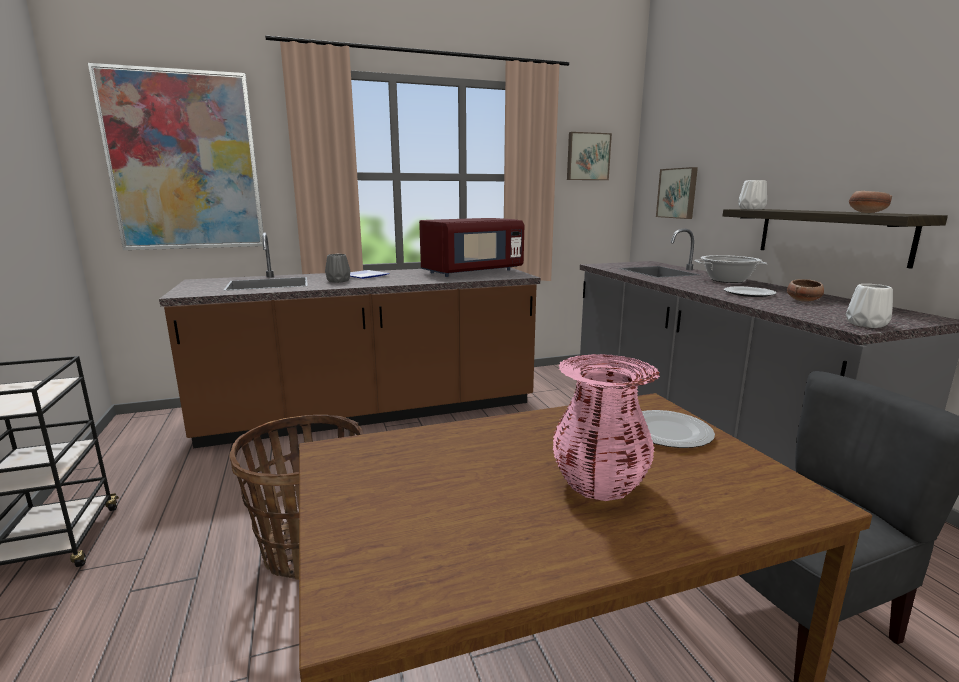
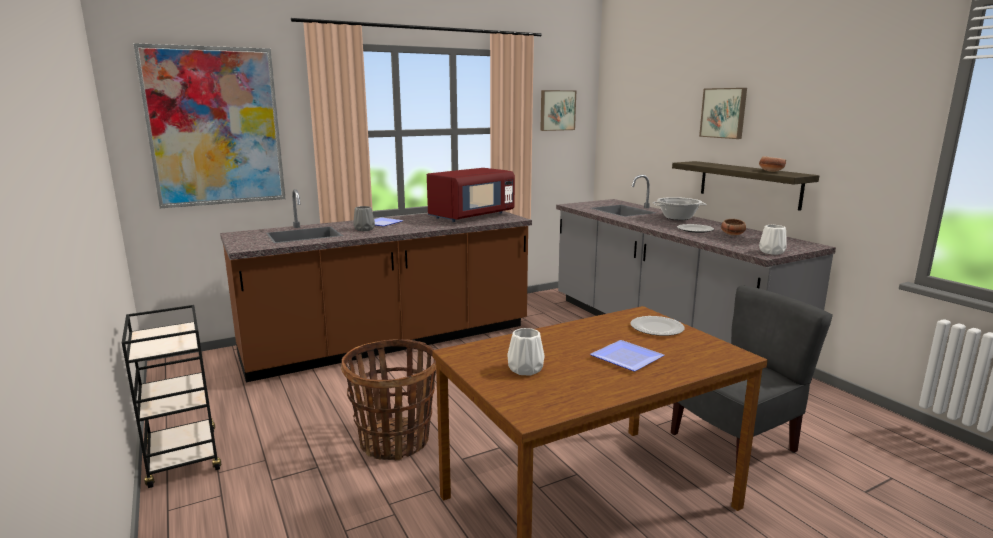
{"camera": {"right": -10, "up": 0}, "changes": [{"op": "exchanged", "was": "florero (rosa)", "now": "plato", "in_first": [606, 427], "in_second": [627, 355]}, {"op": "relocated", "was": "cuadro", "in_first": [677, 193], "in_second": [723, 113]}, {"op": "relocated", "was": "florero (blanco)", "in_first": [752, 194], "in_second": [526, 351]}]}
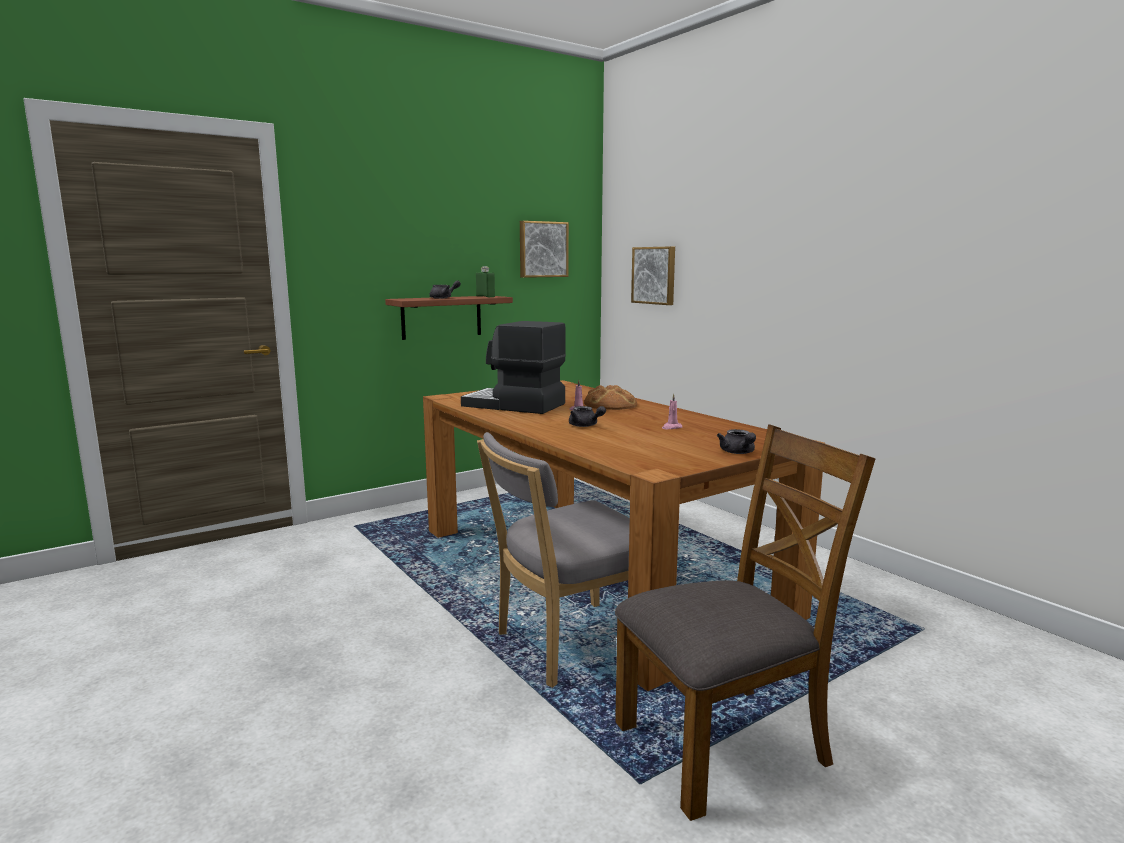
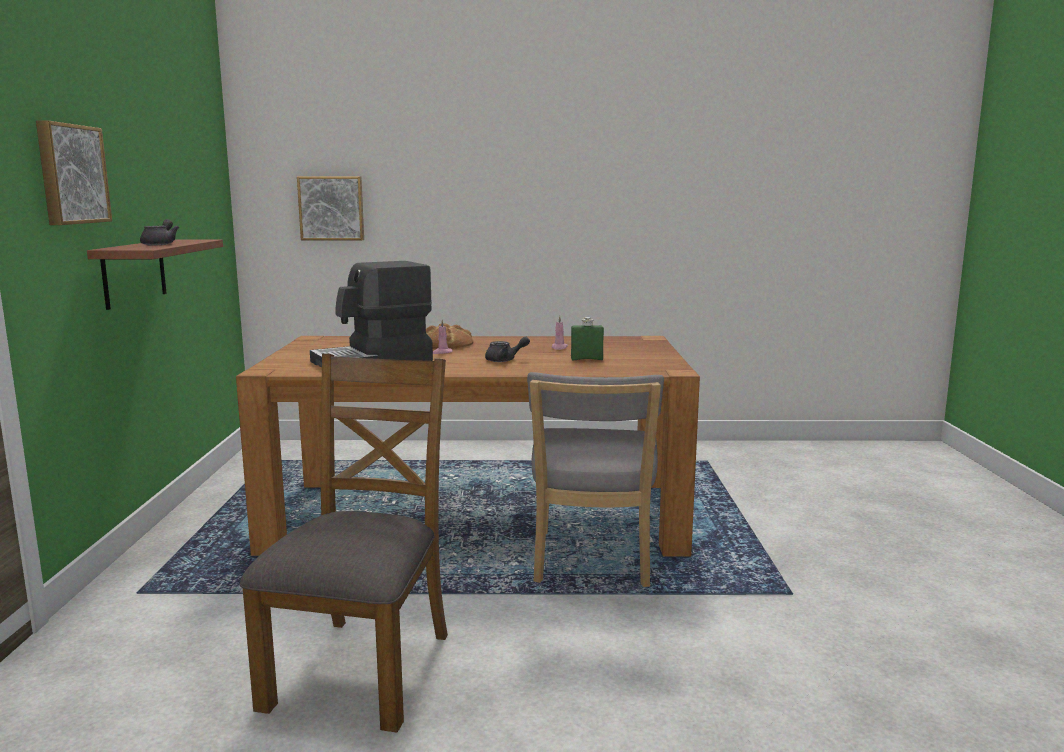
{"camera": {"right": -55, "up": 0}, "changes": [{"op": "relocated", "was": "botella (verde)", "in_first": [485, 281], "in_second": [587, 338]}, {"op": "relocated", "was": "cuadro", "in_first": [544, 249], "in_second": [74, 172]}, {"op": "relocated", "was": "silla (marrón)", "in_first": [745, 622], "in_second": [344, 542]}, {"op": "missing", "was": "tetera (gris)", "in_first": [736, 441]}]}
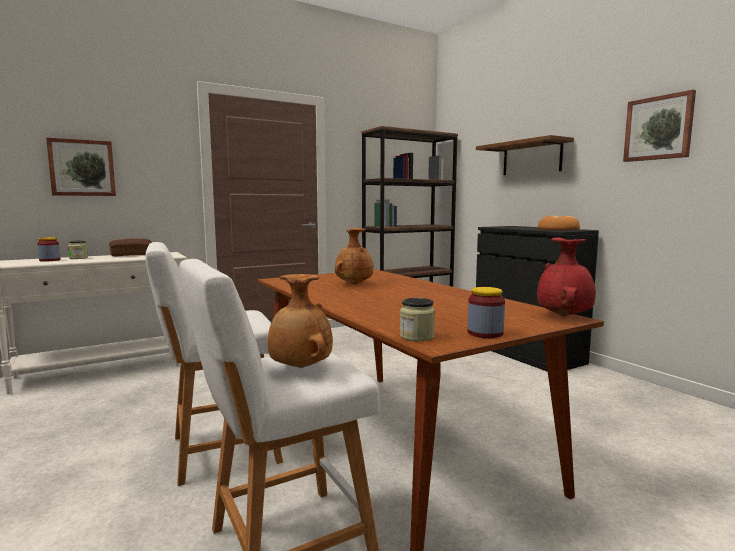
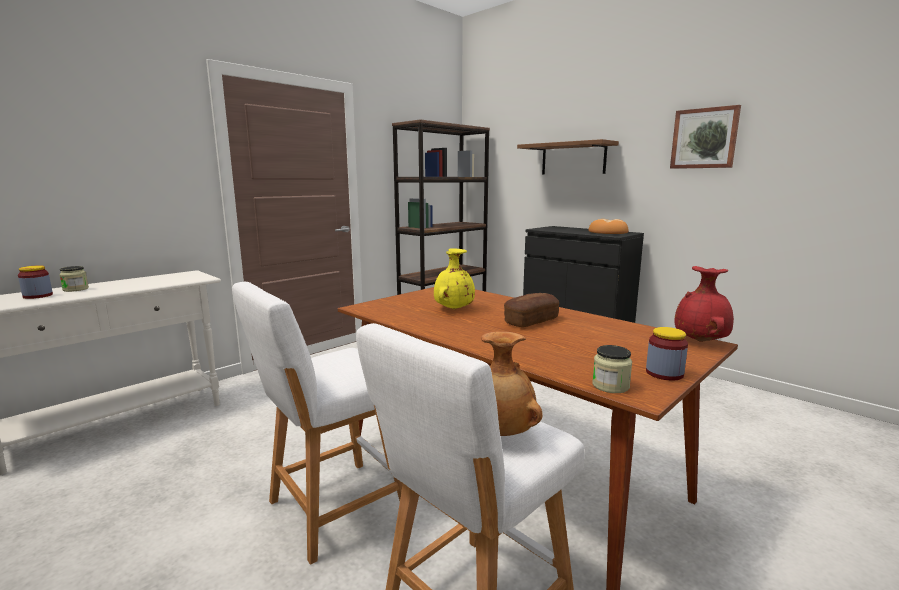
{"camera": {"right": -15, "up": 5}, "changes": [{"op": "missing", "was": "cuadro", "in_first": [81, 166]}, {"op": "relocated", "was": "pan", "in_first": [130, 247], "in_second": [531, 310]}, {"op": "colour", "was": "florero (marrón)", "now": "florero (amarillo)", "in_first": [354, 256], "in_second": [454, 278]}]}
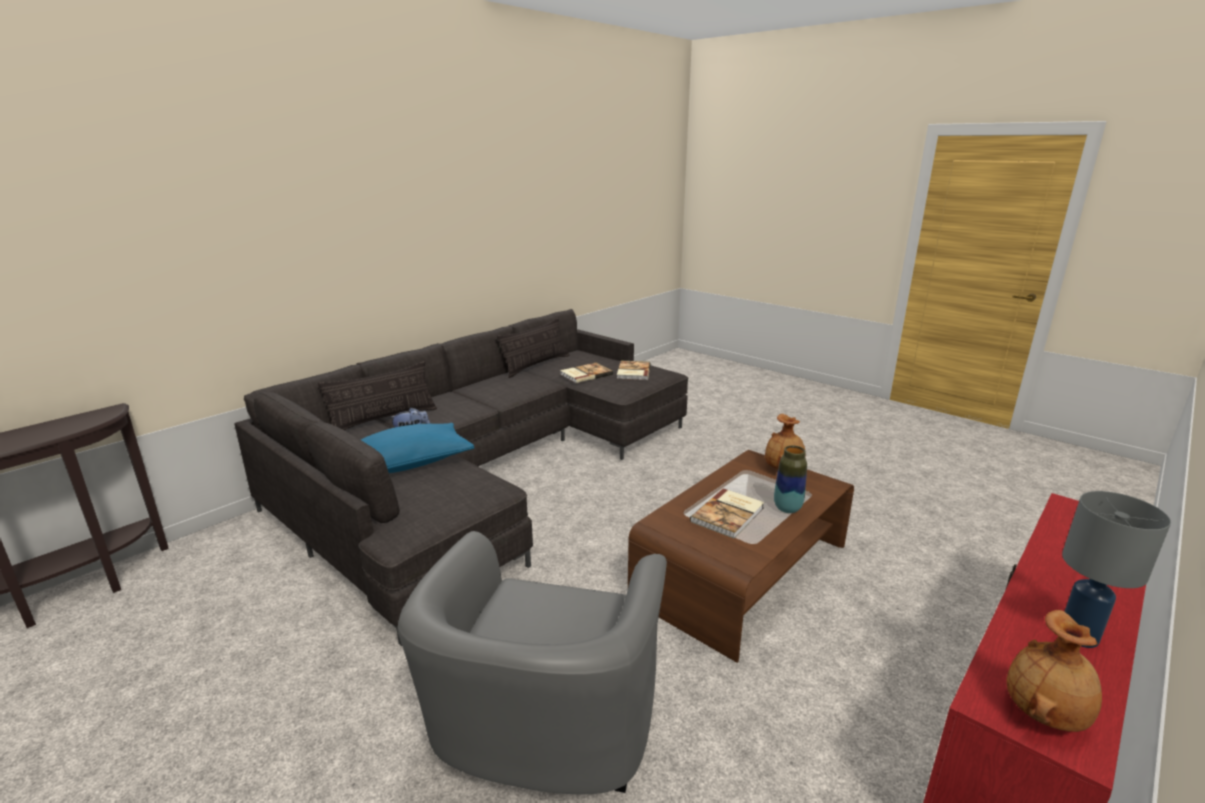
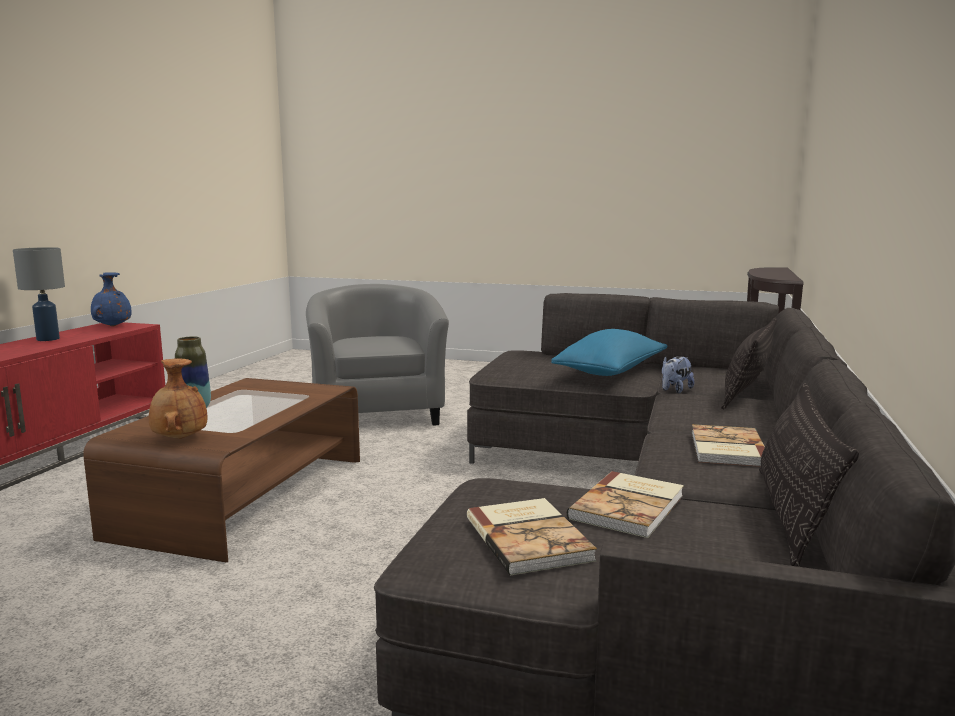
{"camera": {"right": 155, "up": -10}, "changes": [{"op": "relocated", "was": "libro", "in_first": [727, 513], "in_second": [728, 445]}, {"op": "colour", "was": "florero (marrón)", "now": "florero (azul)", "in_first": [1054, 671], "in_second": [111, 299]}]}
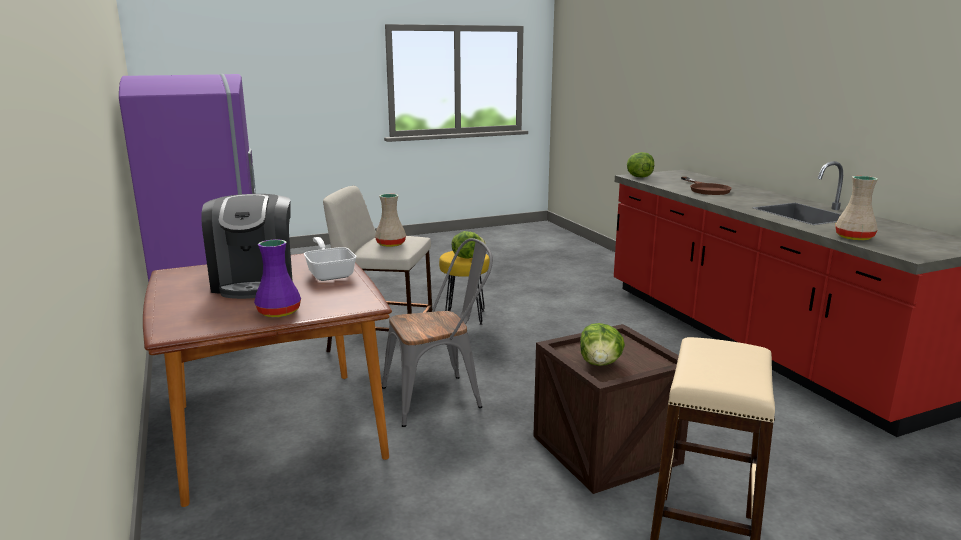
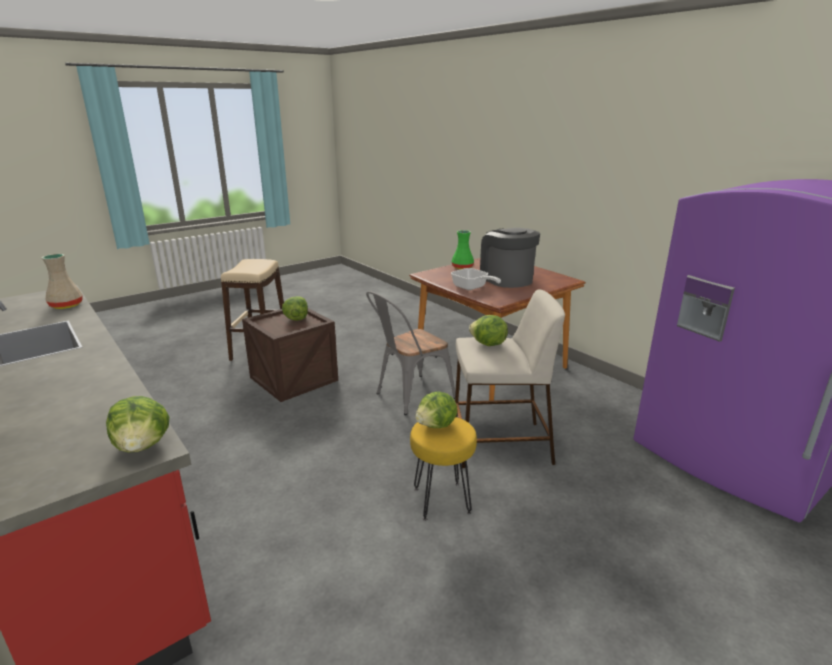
{"camera": {"right": 165, "up": 5}, "changes": [{"op": "colour", "was": "florero (morado)", "now": "florero (verde)", "in_first": [277, 278], "in_second": [463, 249]}, {"op": "exchanged", "was": "florero (beis)", "now": "lechuga", "in_first": [390, 220], "in_second": [488, 330]}, {"op": "missing", "was": "sartén (marrón)", "in_first": [706, 186]}]}
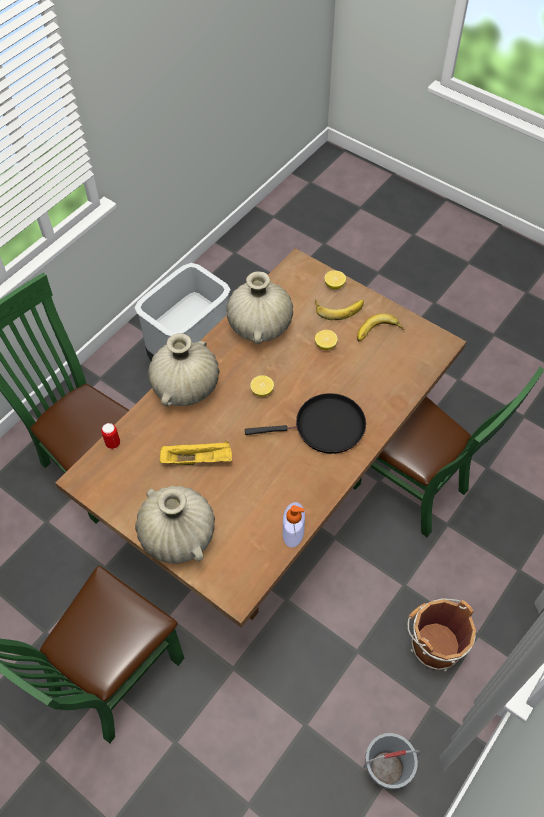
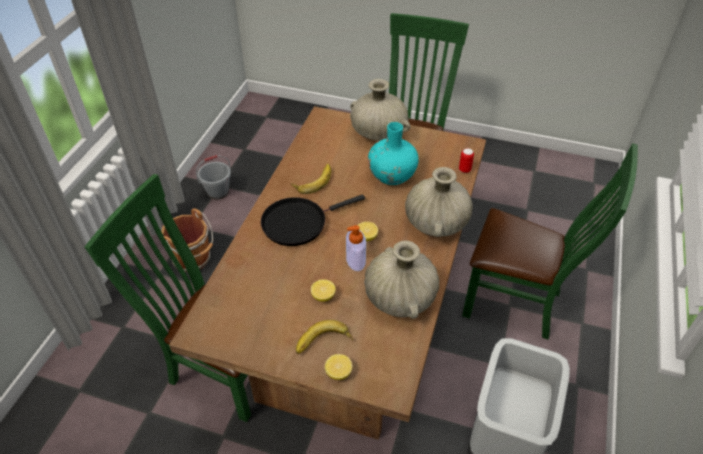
{"camera": {"right": 160, "up": -10}, "changes": [{"op": "exchanged", "was": "bandeja (amarillo)", "now": "florero (turquesa)", "in_first": [196, 453], "in_second": [393, 153]}, {"op": "relocated", "was": "dispensador de jabón", "in_first": [294, 525], "in_second": [356, 248]}, {"op": "relocated", "was": "plátano", "in_first": [380, 327], "in_second": [311, 179]}]}
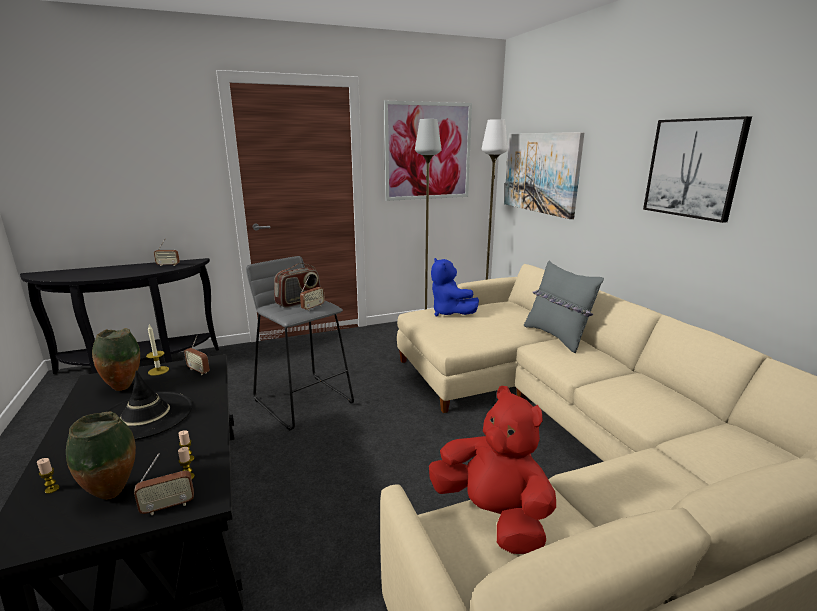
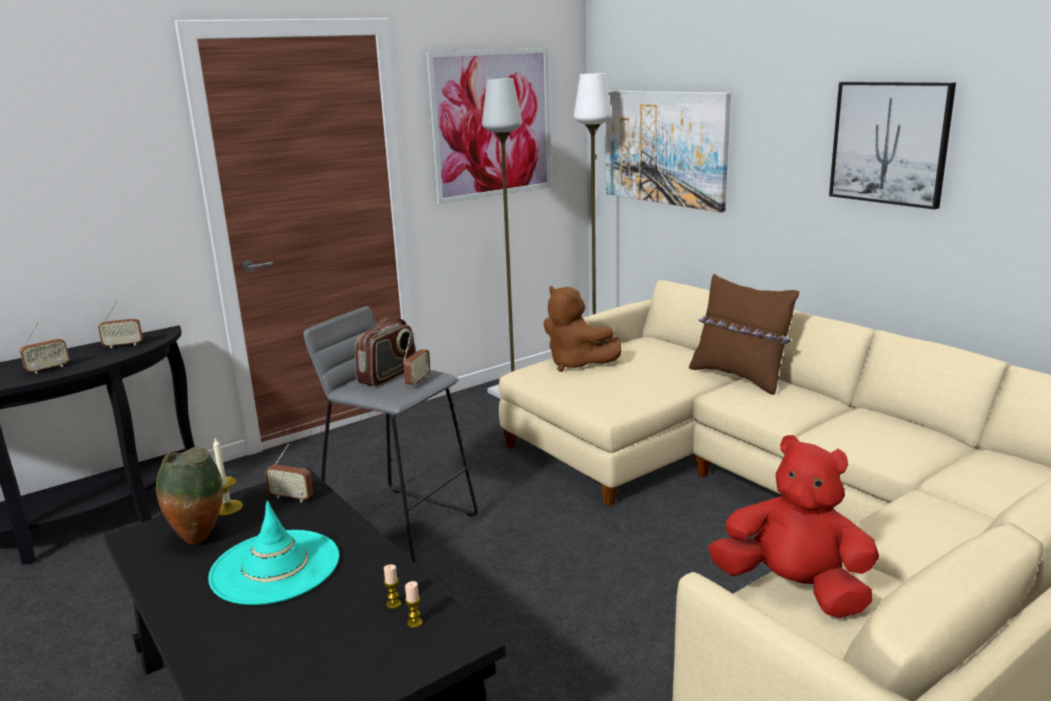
{"camera": {"right": -15, "up": 0}, "changes": [{"op": "missing", "was": "vela", "in_first": [48, 476]}, {"op": "missing", "was": "florero", "in_first": [101, 456]}, {"op": "colour", "was": "sombrero (negro)", "now": "sombrero (turquesa)", "in_first": [149, 405], "in_second": [273, 553]}, {"op": "relocated", "was": "radio", "in_first": [164, 484], "in_second": [45, 348]}, {"op": "colour", "was": "peluche (azul)", "now": "peluche (marrón)", "in_first": [455, 287], "in_second": [582, 329]}, {"op": "colour", "was": "cojín (gris)", "now": "cojín (marrón)", "in_first": [564, 306], "in_second": [744, 334]}]}
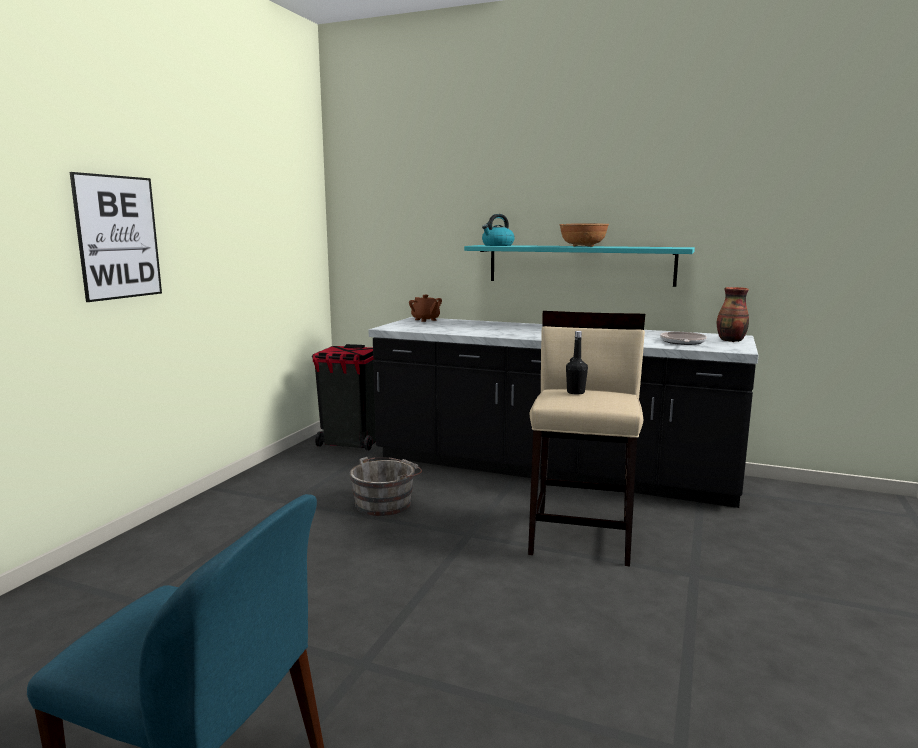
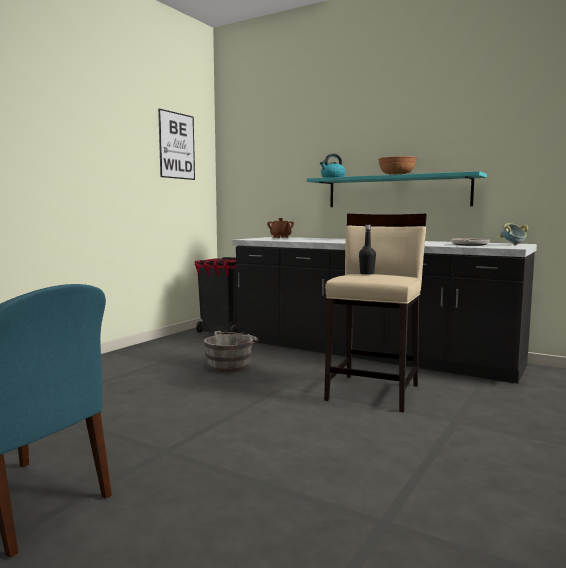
{"camera": {"right": 10, "up": -5}, "changes": [{"op": "relocated", "was": "cuadro", "in_first": [116, 237], "in_second": [176, 144]}, {"op": "exchanged", "was": "florero", "now": "cuenco", "in_first": [733, 314], "in_second": [514, 234]}]}
